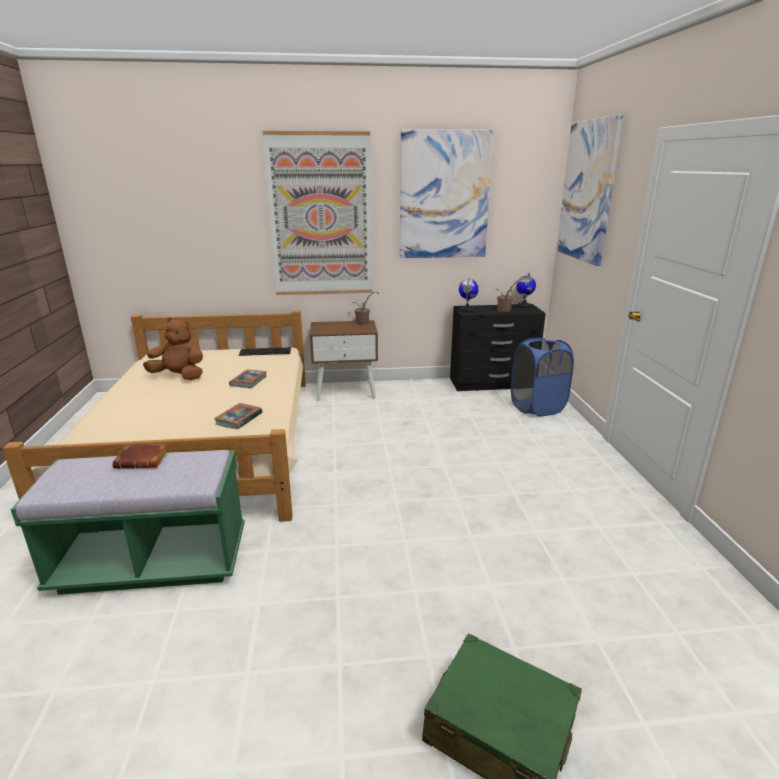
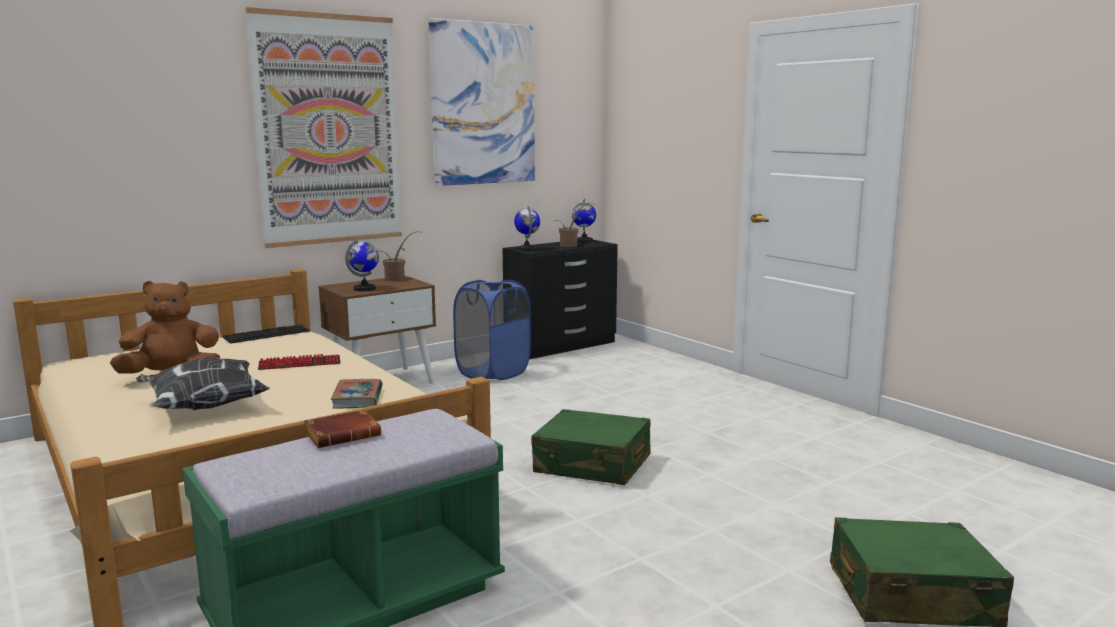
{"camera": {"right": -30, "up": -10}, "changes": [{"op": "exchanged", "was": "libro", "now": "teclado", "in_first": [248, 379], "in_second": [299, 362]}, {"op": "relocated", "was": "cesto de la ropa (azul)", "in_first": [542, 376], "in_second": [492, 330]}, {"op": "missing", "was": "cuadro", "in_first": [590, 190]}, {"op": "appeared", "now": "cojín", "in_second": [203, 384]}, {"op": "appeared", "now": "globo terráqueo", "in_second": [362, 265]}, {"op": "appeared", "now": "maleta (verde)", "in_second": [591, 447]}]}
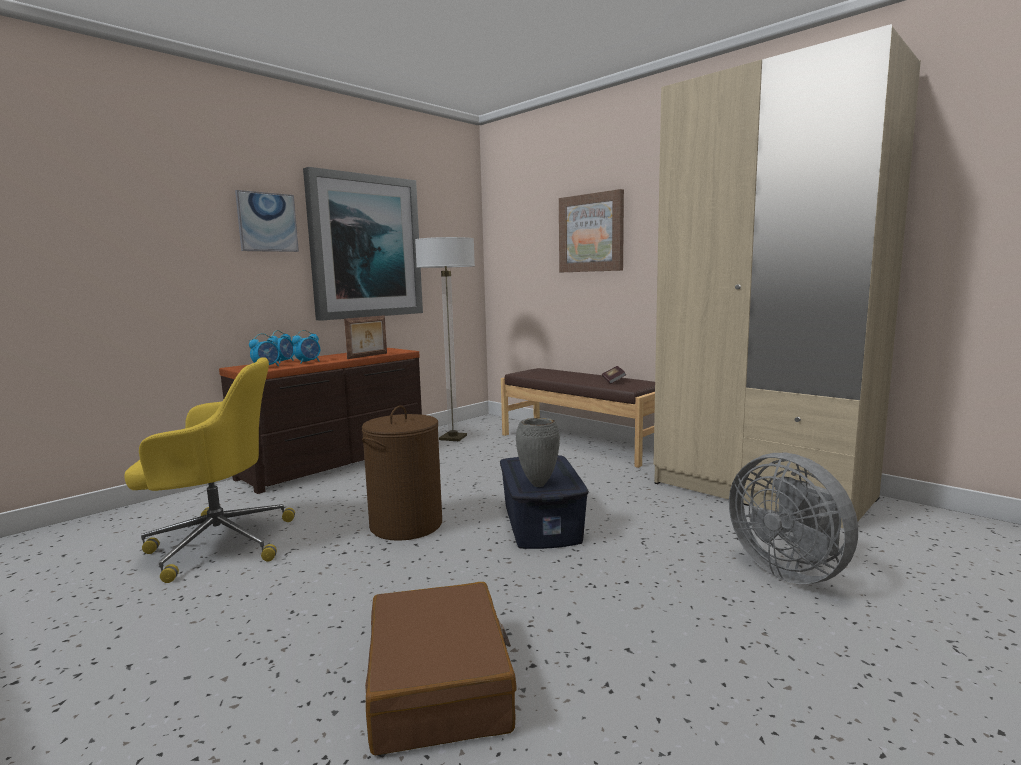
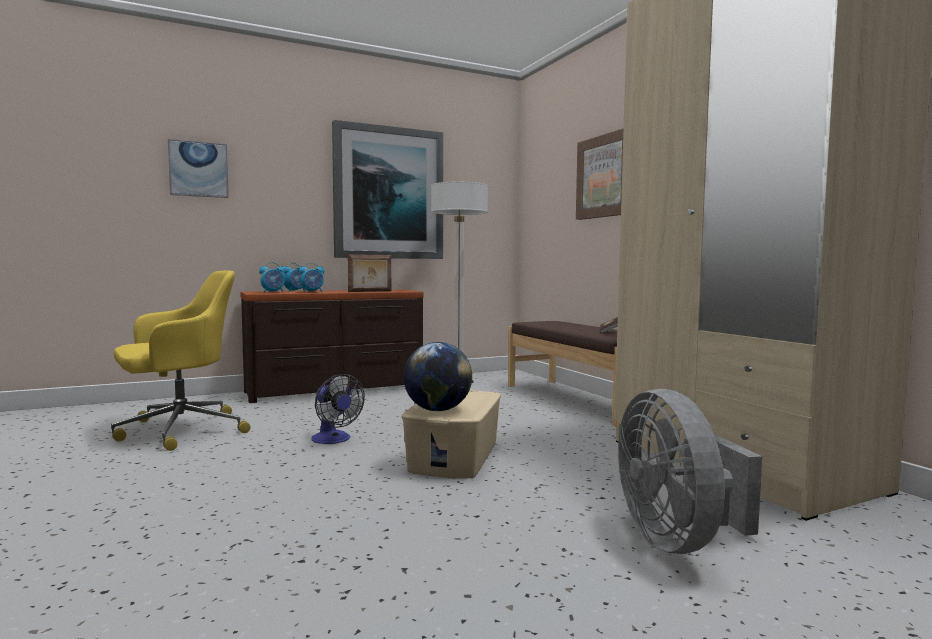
{"camera": {"right": 20, "up": -5}, "changes": [{"op": "spun", "was": "silla de oficina (amarillo)", "in_first": [209, 470], "in_second": [180, 360], "clockwise": -45}, {"op": "relocated", "was": "cuadro", "in_first": [267, 221], "in_second": [198, 168]}, {"op": "exchanged", "was": "cesto de la ropa (marrón)", "now": "ventilador", "in_first": [402, 473], "in_second": [338, 409]}, {"op": "missing", "was": "maleta (marrón)", "in_first": [441, 668]}, {"op": "colour", "was": "caja de almacenaje (azul)", "now": "caja de almacenaje (beis)", "in_first": [544, 502], "in_second": [451, 434]}, {"op": "exchanged", "was": "florero (gris)", "now": "globo terráqueo", "in_first": [538, 452], "in_second": [437, 376]}]}
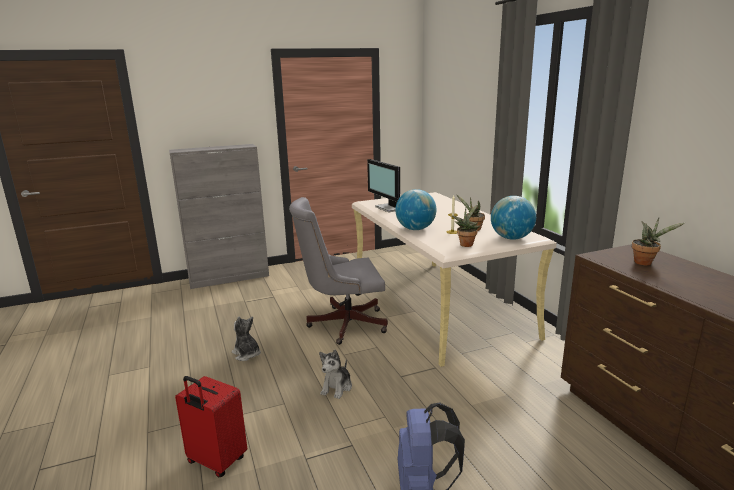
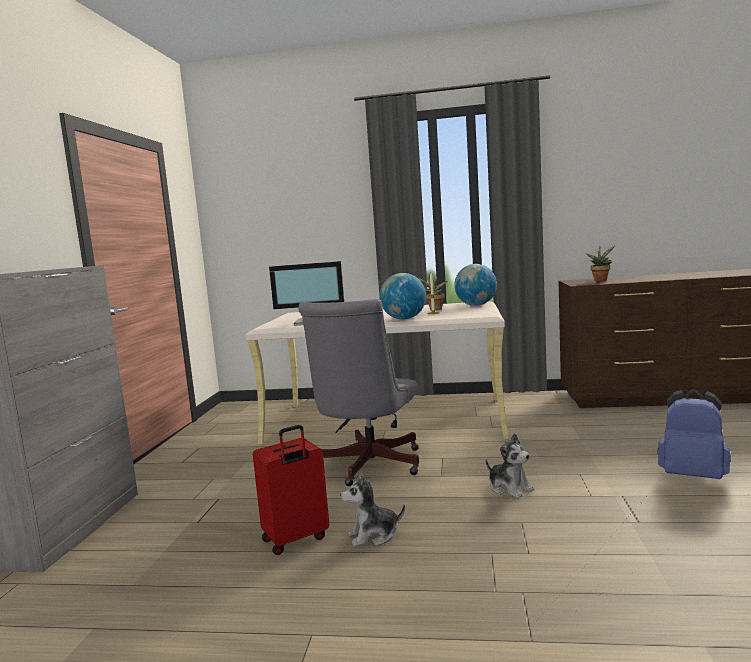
{"camera": {"right": -60, "up": -10}, "changes": [{"op": "relocated", "was": "maleta (rojo)", "in_first": [211, 426], "in_second": [291, 490]}, {"op": "missing", "was": "planta en maceta", "in_first": [466, 225]}]}
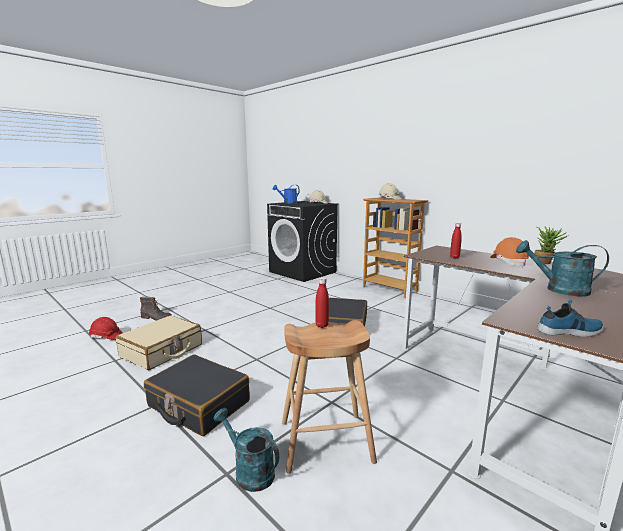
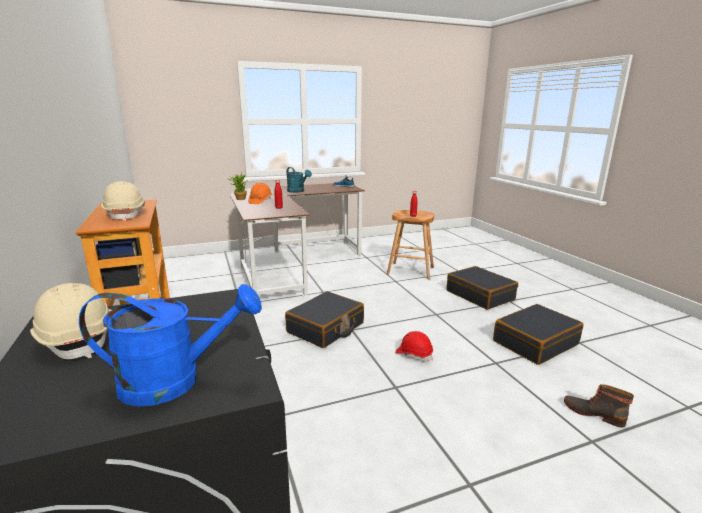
{"camera": {"right": -155, "up": 5}, "changes": [{"op": "relocated", "was": "casco (rojo)", "in_first": [106, 328], "in_second": [414, 346]}, {"op": "colour", "was": "maleta (beis)", "now": "maleta (negro)", "in_first": [159, 342], "in_second": [538, 334]}, {"op": "missing", "was": "regadera (turquesa)", "in_first": [246, 450]}]}
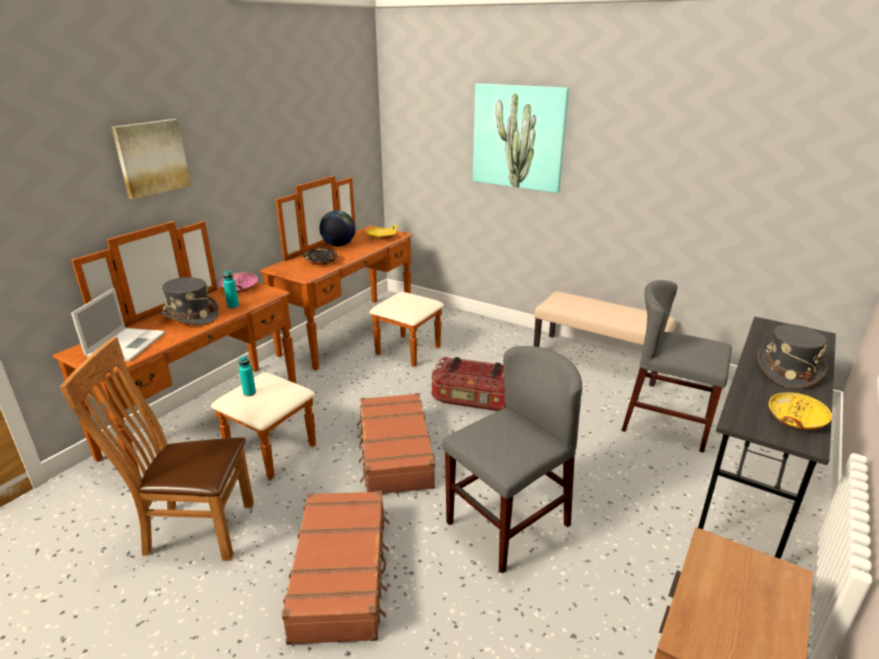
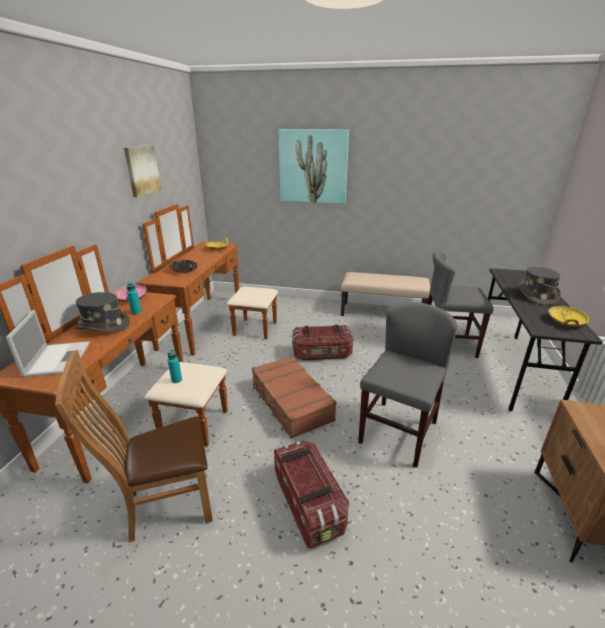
{"camera": {"right": -20, "up": 0}, "changes": [{"op": "relocated", "was": "cuadro", "in_first": [151, 159], "in_second": [142, 171]}, {"op": "exchanged", "was": "maleta (marrón)", "now": "caja de almacenaje", "in_first": [335, 568], "in_second": [311, 495]}, {"op": "missing", "was": "globo terráqueo", "in_first": [337, 228]}]}
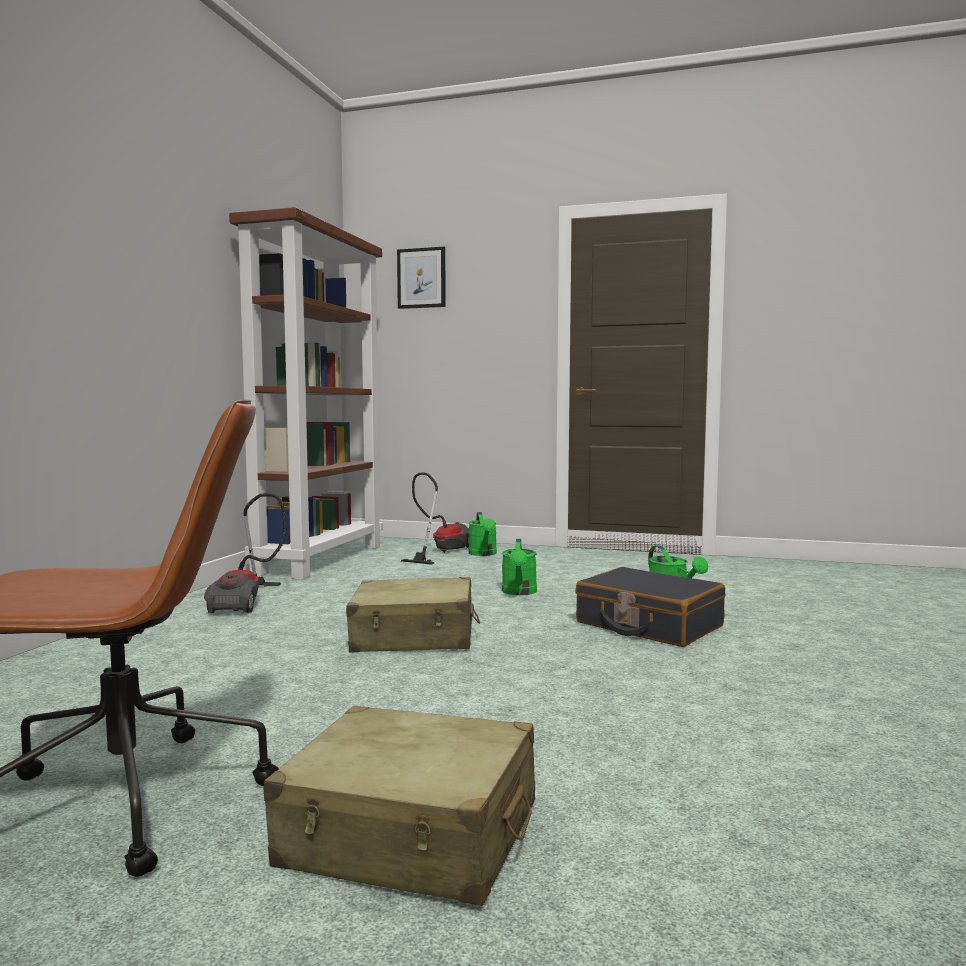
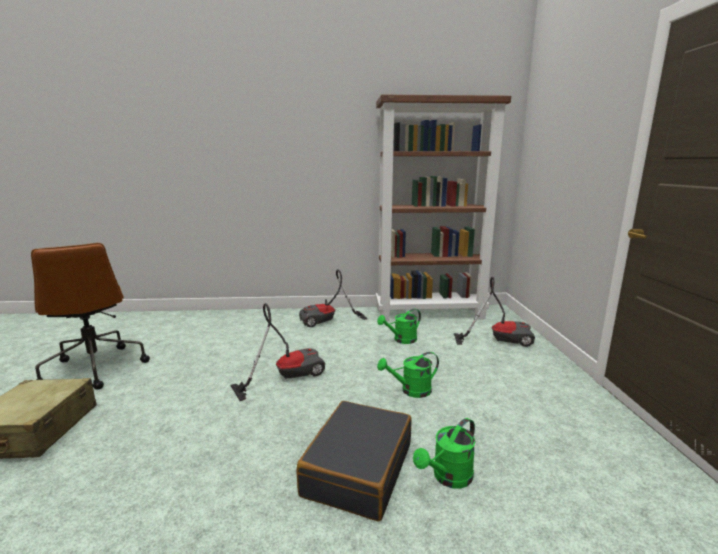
{"camera": {"right": 70, "up": 10}, "changes": [{"op": "exchanged", "was": "maleta (beis)", "now": "aspiradora", "in_first": [413, 615], "in_second": [278, 352]}, {"op": "missing", "was": "cuadro", "in_first": [421, 278]}, {"op": "relocated", "was": "regadera (verde)", "in_first": [482, 534], "in_second": [399, 326]}]}
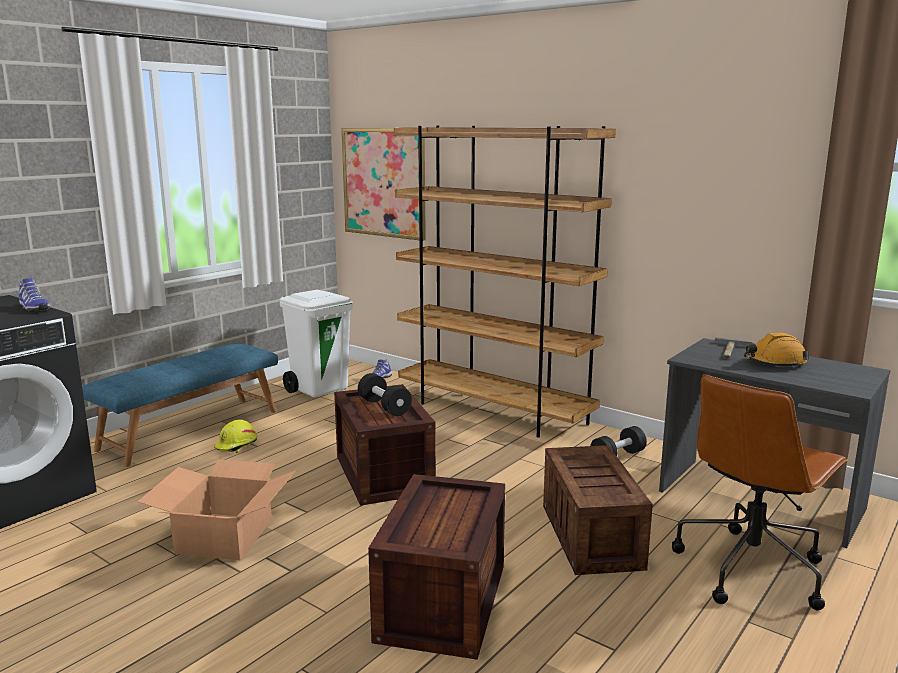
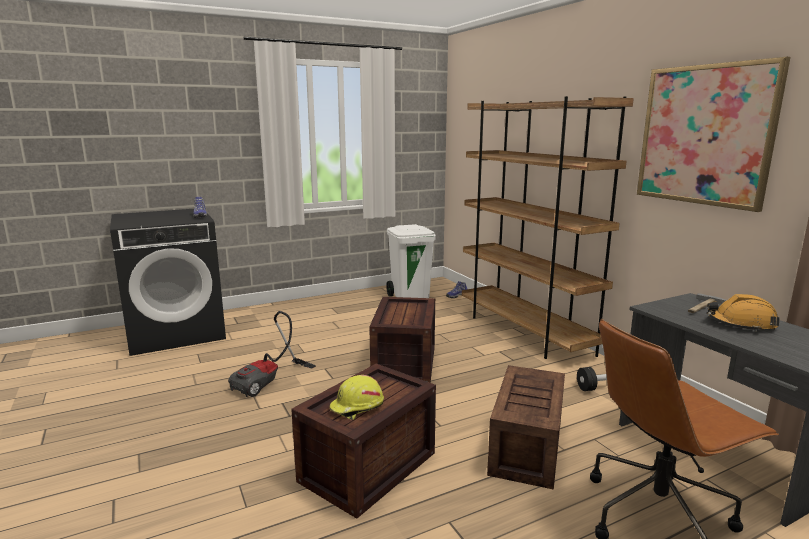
{"camera": {"right": 25, "up": 0}, "changes": [{"op": "missing", "was": "banco (azul)", "in_first": [180, 405]}, {"op": "exchanged", "was": "caja de cartón", "now": "aspiradora", "in_first": [216, 509], "in_second": [272, 354]}, {"op": "relocated", "was": "casco (amarillo)", "in_first": [235, 436], "in_second": [357, 397]}, {"op": "relocated", "was": "cuadro", "in_first": [383, 184], "in_second": [713, 134]}, {"op": "missing", "was": "mancuerna (negro)", "in_first": [385, 394]}]}
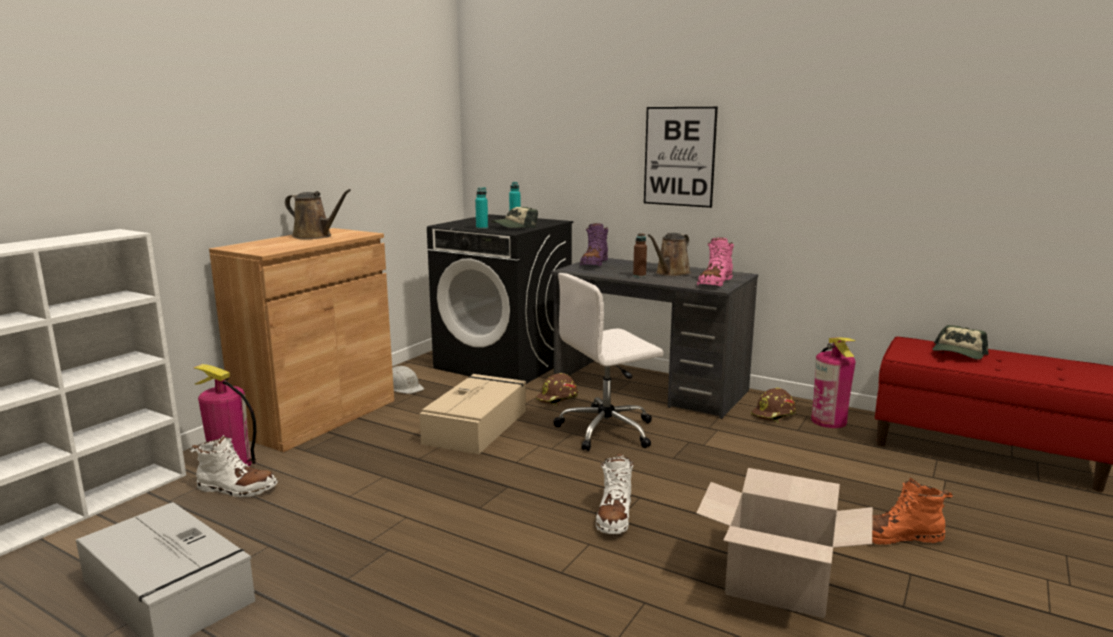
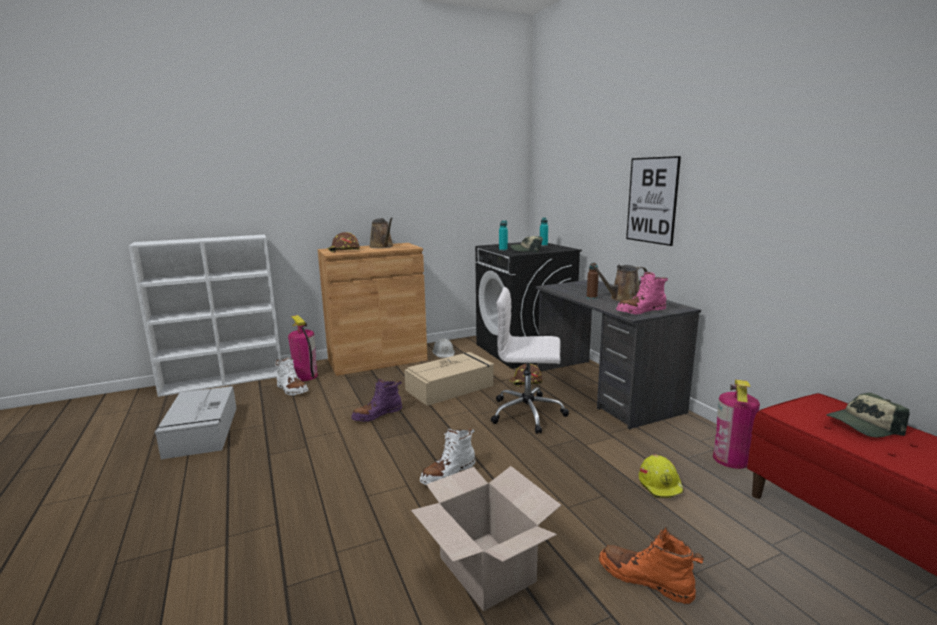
{"camera": {"right": 35, "up": 0}, "changes": [{"op": "relocated", "was": "bota (morado)", "in_first": [594, 244], "in_second": [376, 400]}, {"op": "relocated", "was": "casco (marrón)", "in_first": [773, 405], "in_second": [343, 242]}, {"op": "appeared", "now": "casco (amarillo)", "in_second": [661, 476]}]}
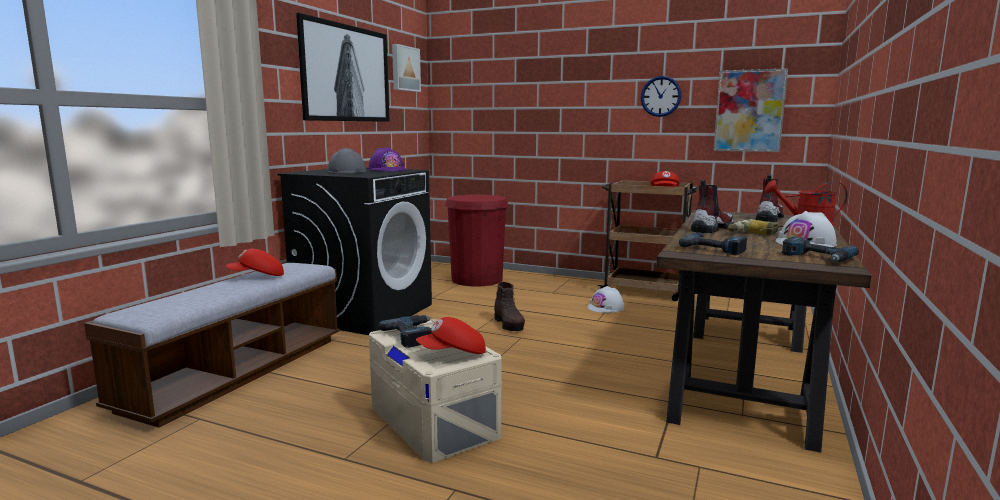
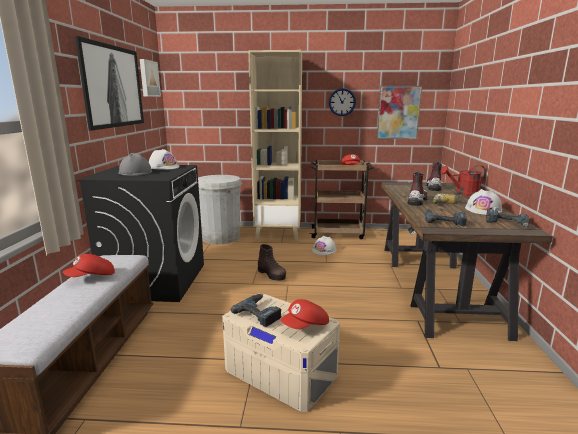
{"camera": {"right": -20, "up": 5}, "changes": [{"op": "colour", "was": "casco (morado)", "now": "casco (blanco)", "in_first": [387, 159], "in_second": [164, 159]}, {"op": "colour", "was": "papelera (rojo)", "now": "papelera (blanco)", "in_first": [476, 240], "in_second": [220, 209]}, {"op": "appeared", "now": "estantería (beis)", "in_second": [275, 145]}]}
